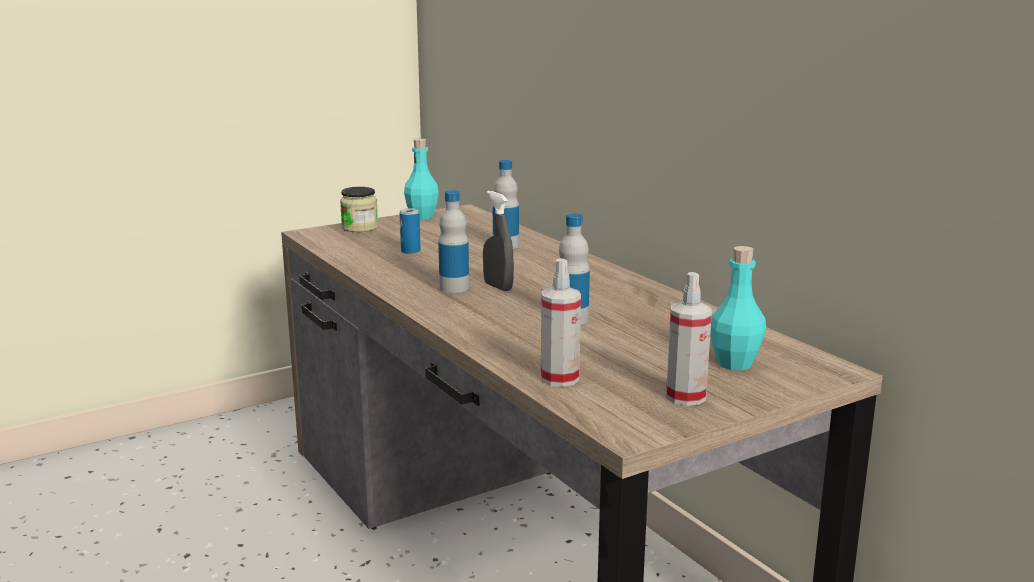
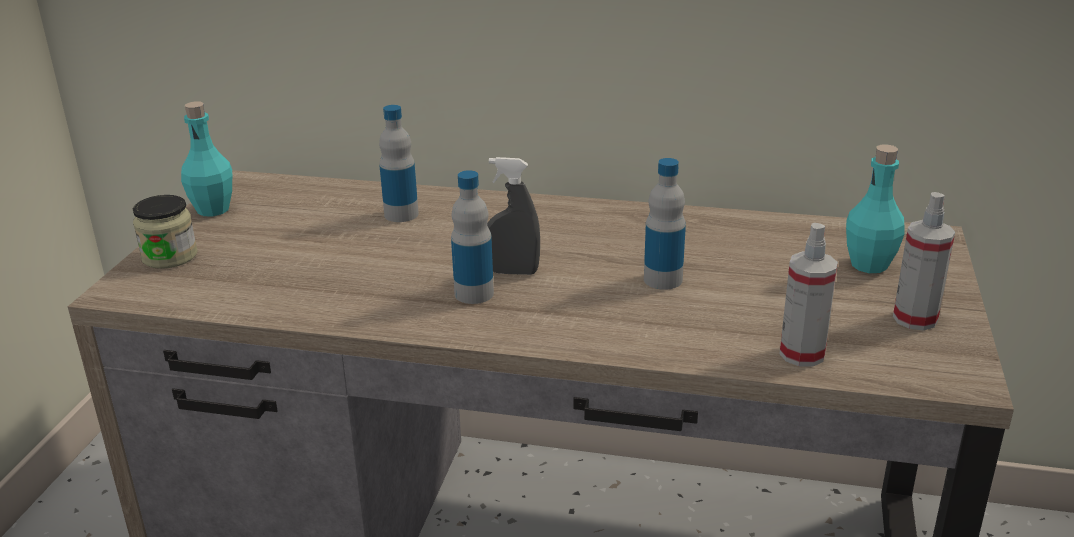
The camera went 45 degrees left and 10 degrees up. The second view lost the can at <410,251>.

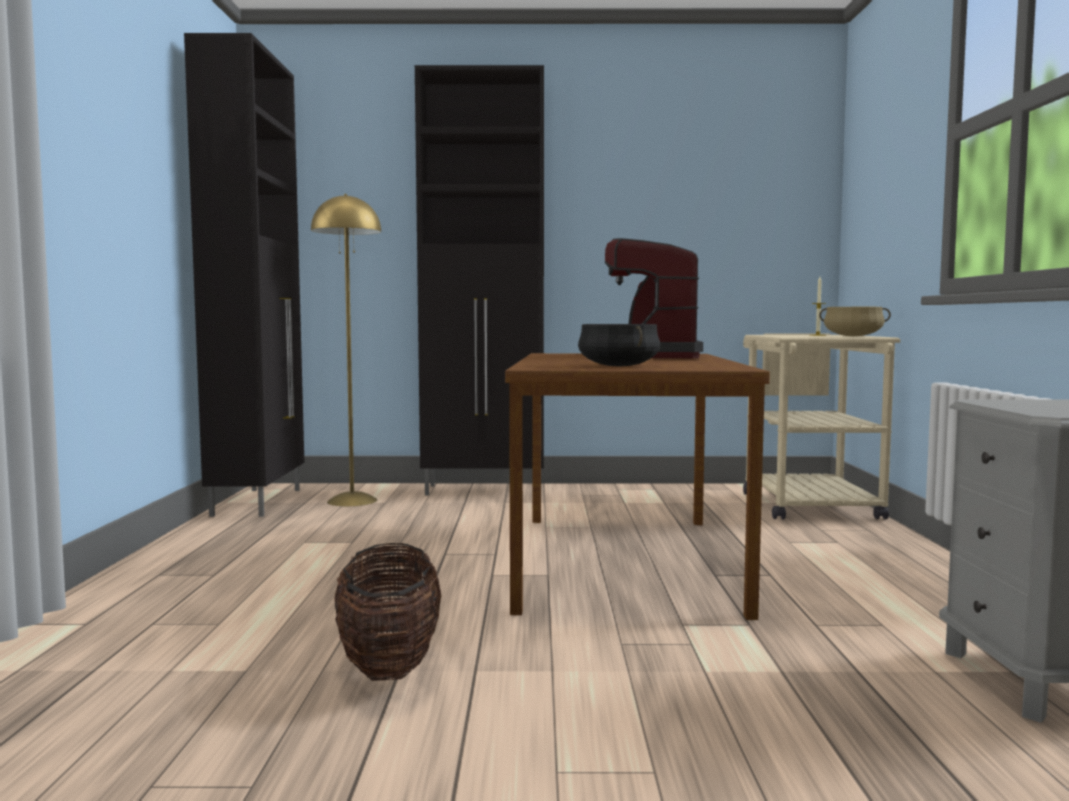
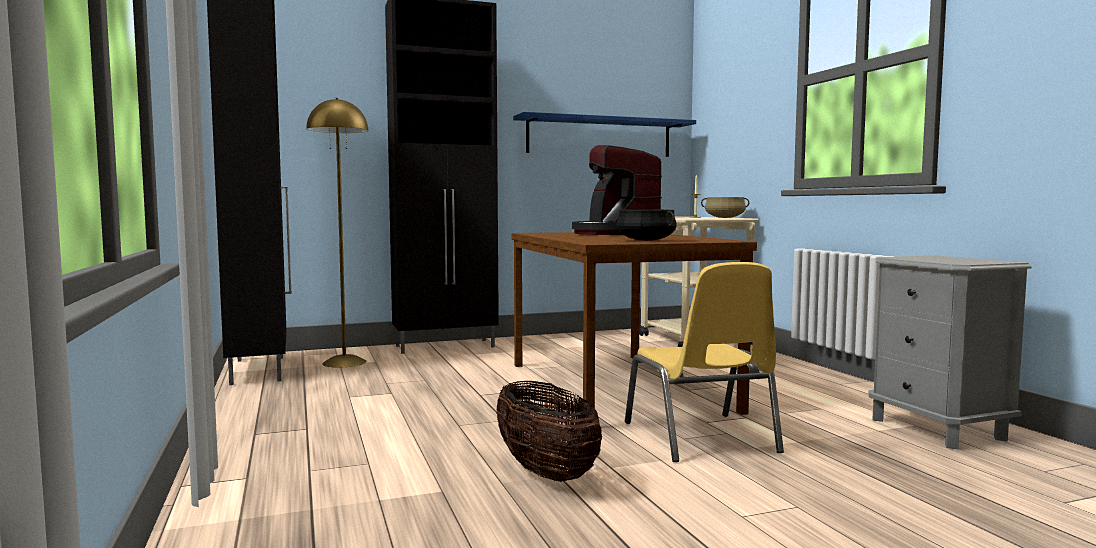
The camera went 20 degrees left and 0 degrees up. The second view gained the blue shelf at <599,137>. The second view gained the yellow chair at <701,438>.

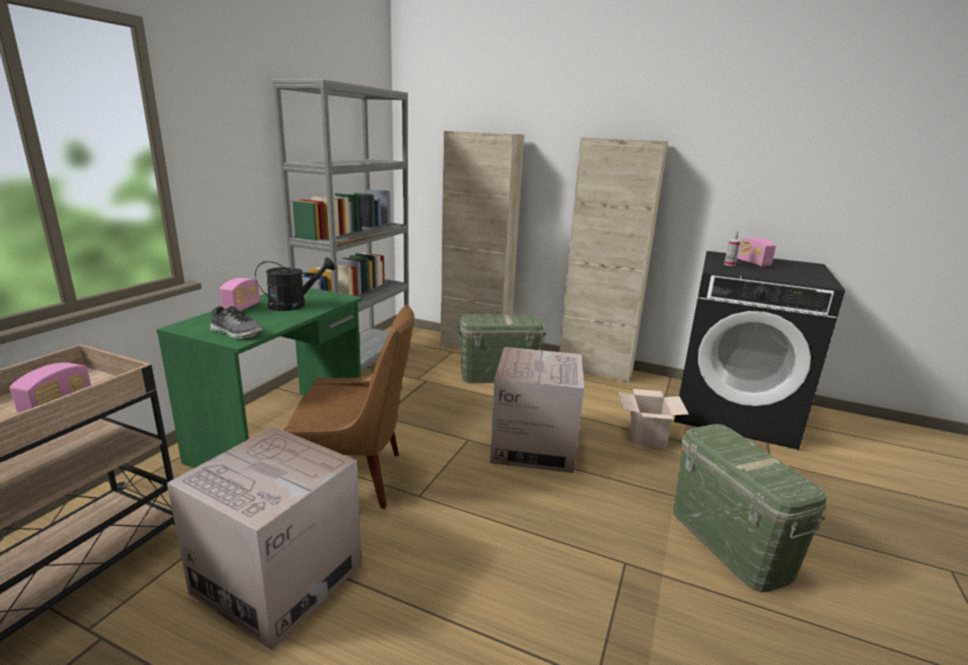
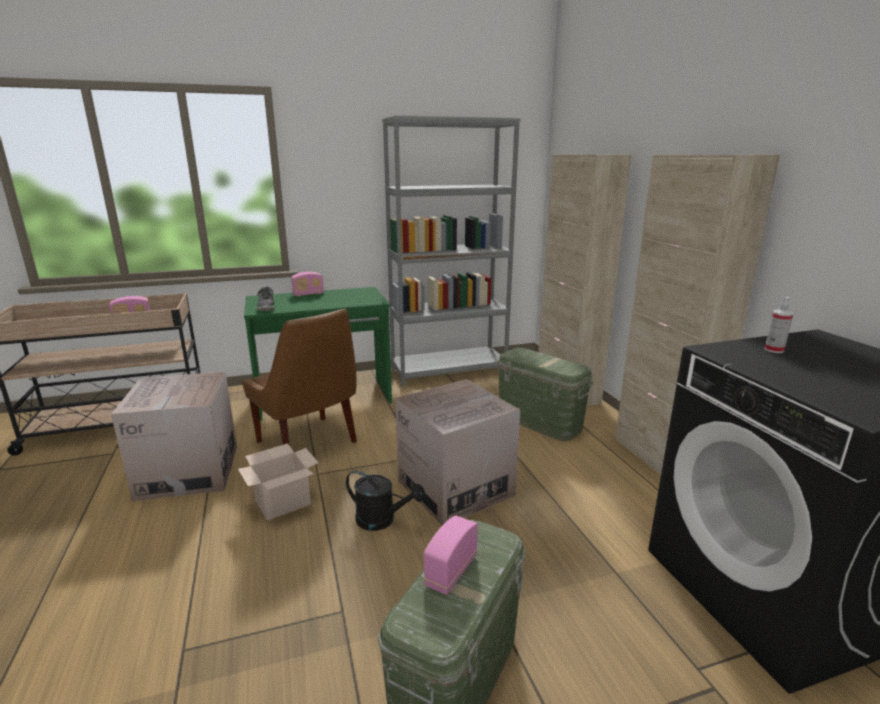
The camera went 50 degrees right and 0 degrees up. The radio ended up elsewhere, having gone from <753,263> to <451,571>. The black watering can ended up elsewhere, having gone from <294,305> to <382,520>. The cardboard box ended up elsewhere, having gone from <646,435> to <284,502>.

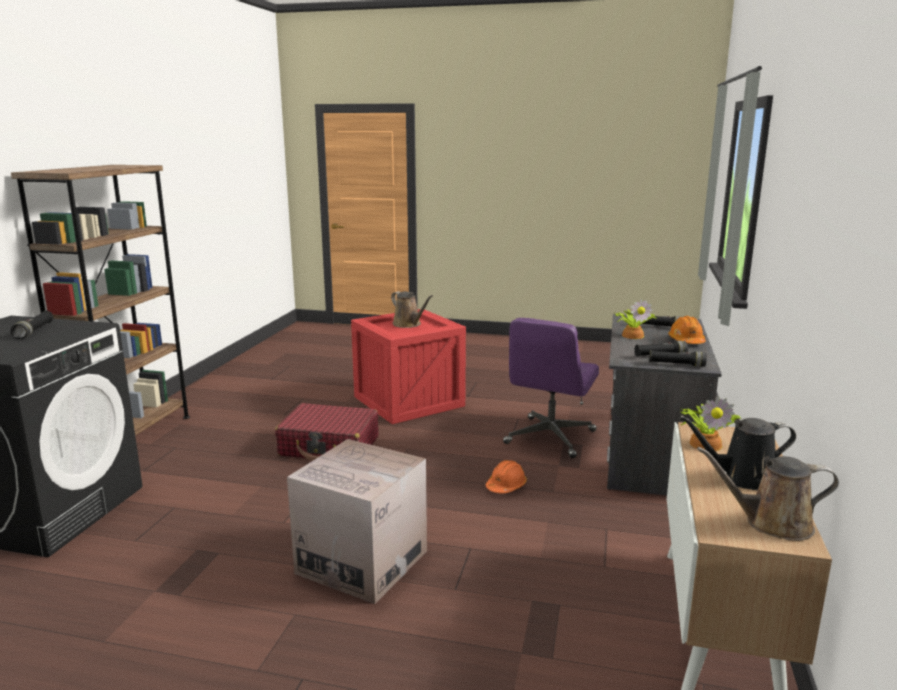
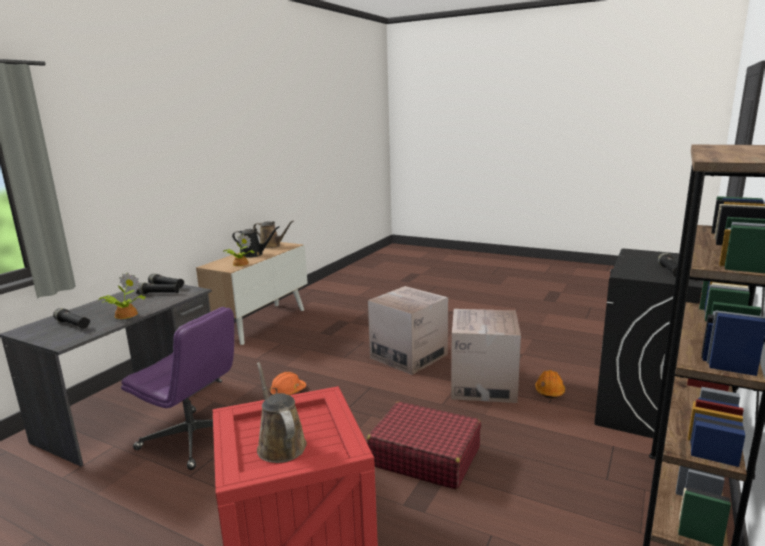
The camera went 165 degrees left and 0 degrees up. The orange hard hat ended up elsewhere, having gone from <686,341> to <549,390>. The purple office chair at <550,438> ended up facing another way, 75 degrees clockwise from before. The second view gained the cardboard box at <483,384>.

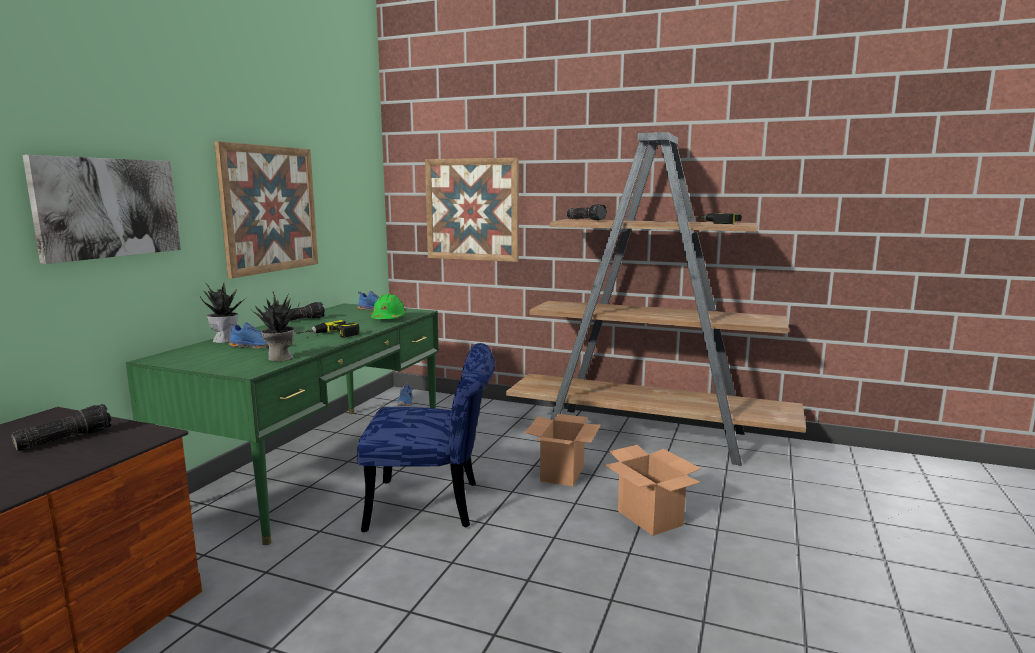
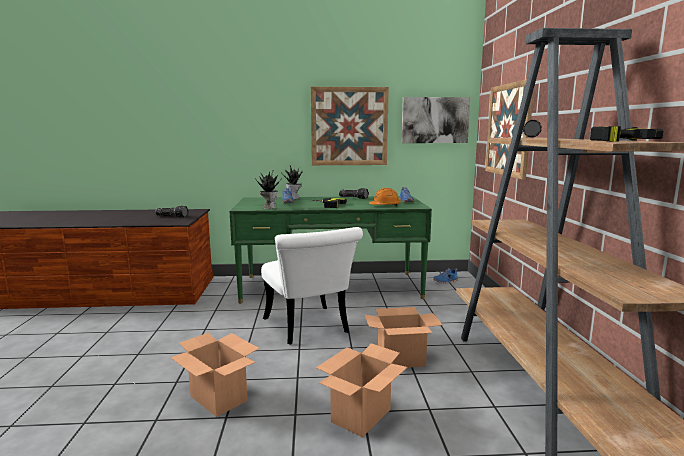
The camera went 65 degrees right and 0 degrees up. The picture ended up elsewhere, having gone from <108,207> to <435,120>. What was the green hard hat at <388,319> turned into the orange hard hat at <385,206>. What was the blue chair at <435,505> turned into the white chair at <309,328>. The second view gained the cardboard box at <219,398>.

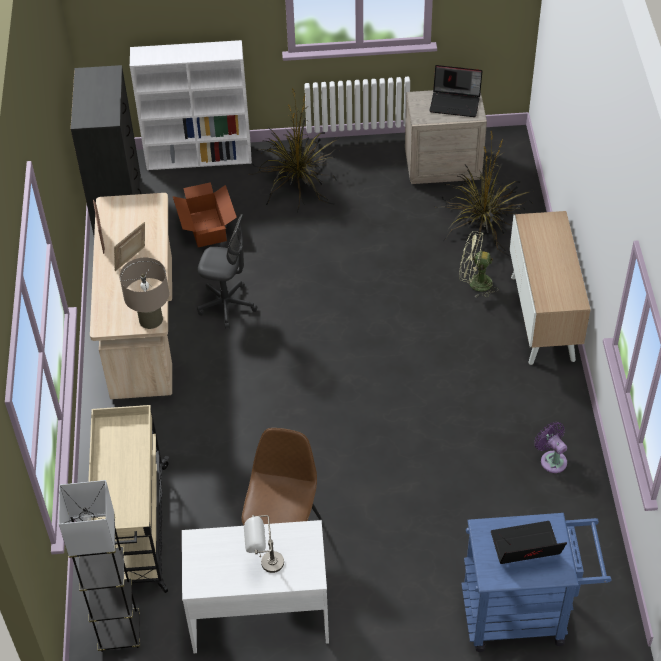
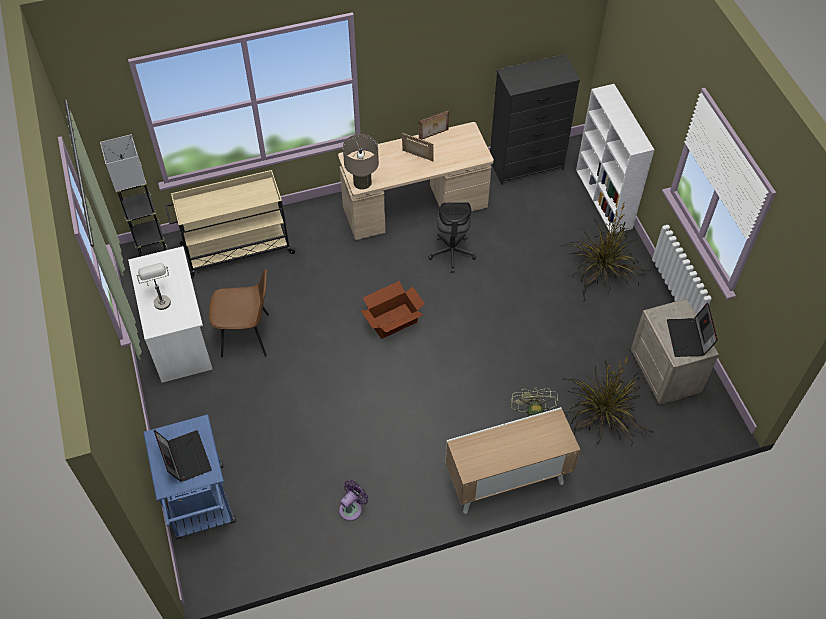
The camera went 75 degrees right and 5 degrees up. The cardboard box ended up elsewhere, having gone from <207,227> to <393,321>.

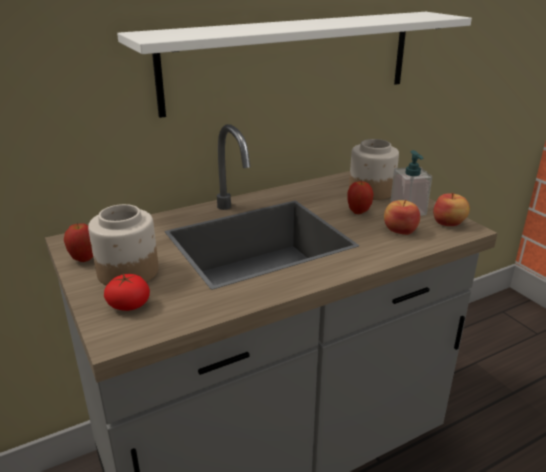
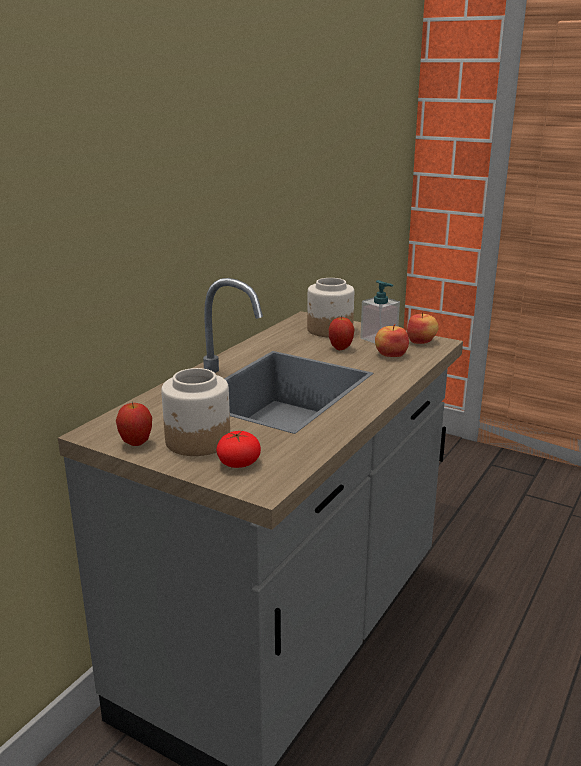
The camera went 30 degrees left and 5 degrees down. The second view lost the white shelf at <292,60>.

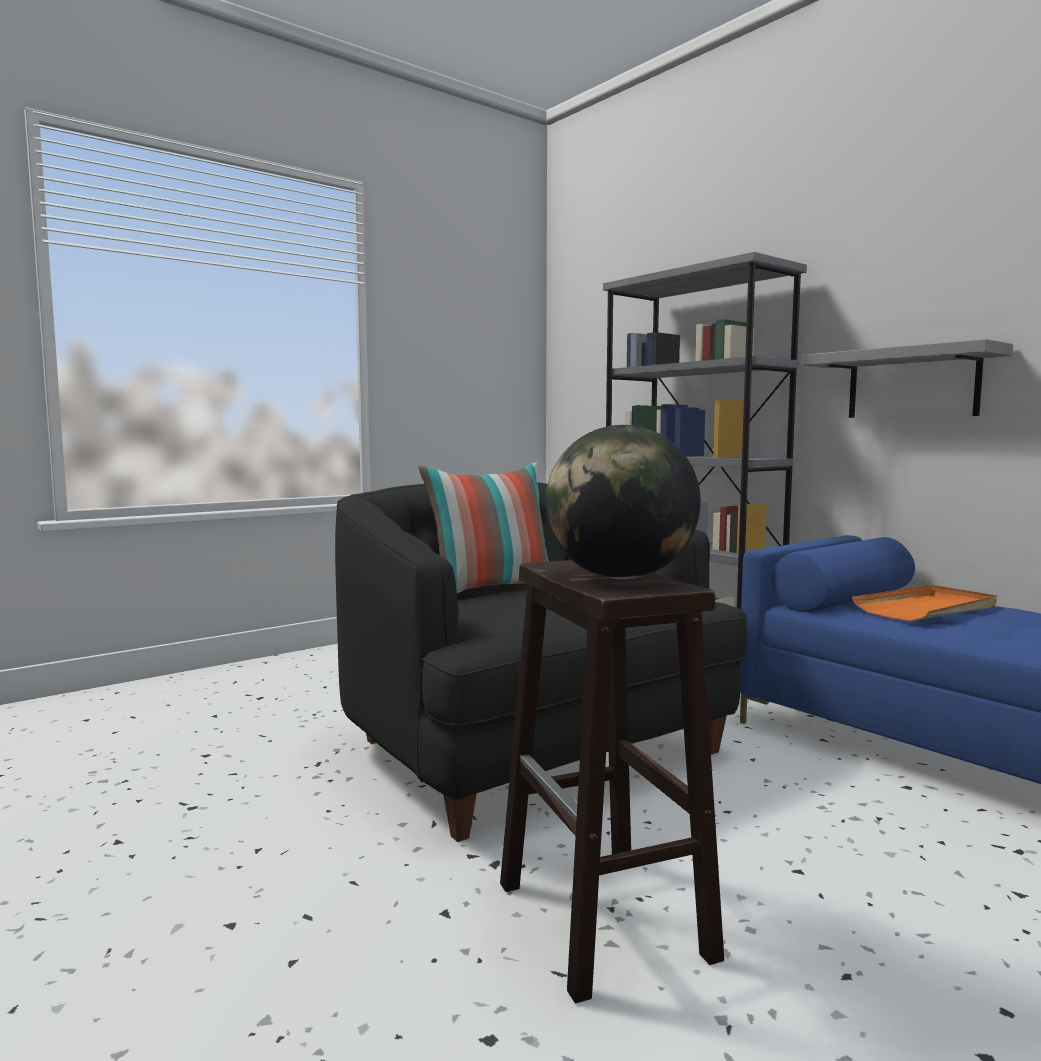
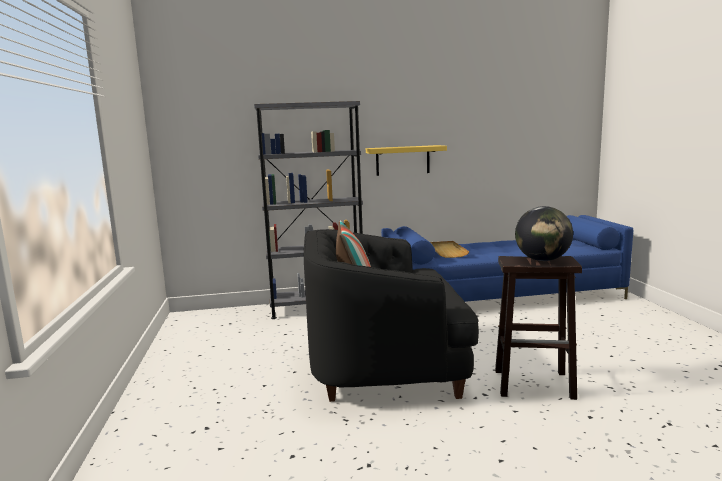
The camera went 60 degrees left and 5 degrees up. What was the grey shelf at <912,384> turned into the yellow shelf at <402,160>. What was the orange tray at <927,608> turned into the beige tray at <447,251>.

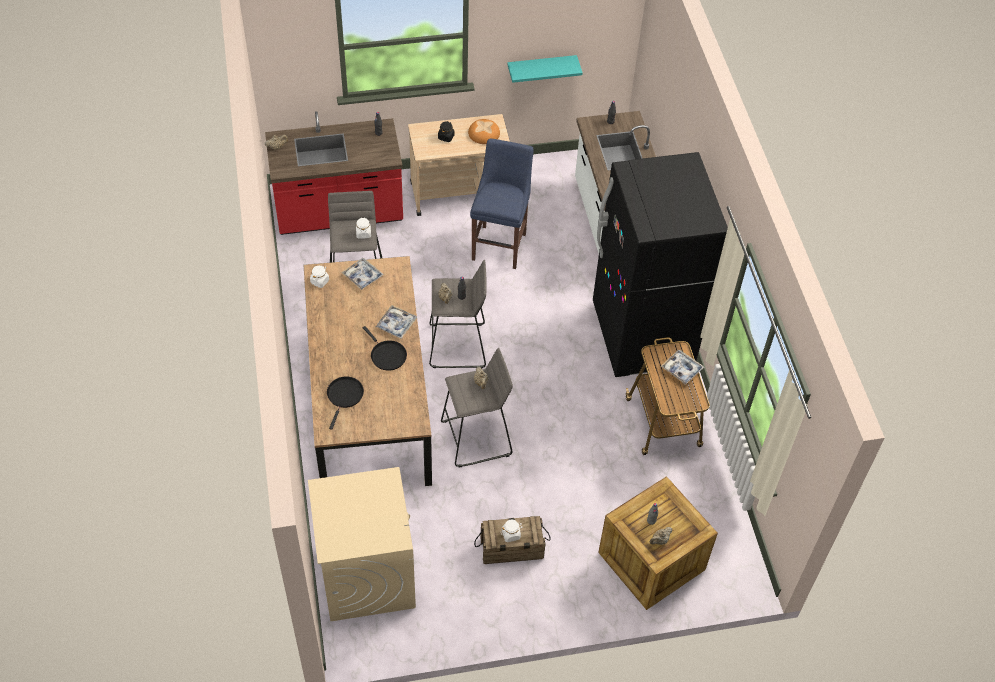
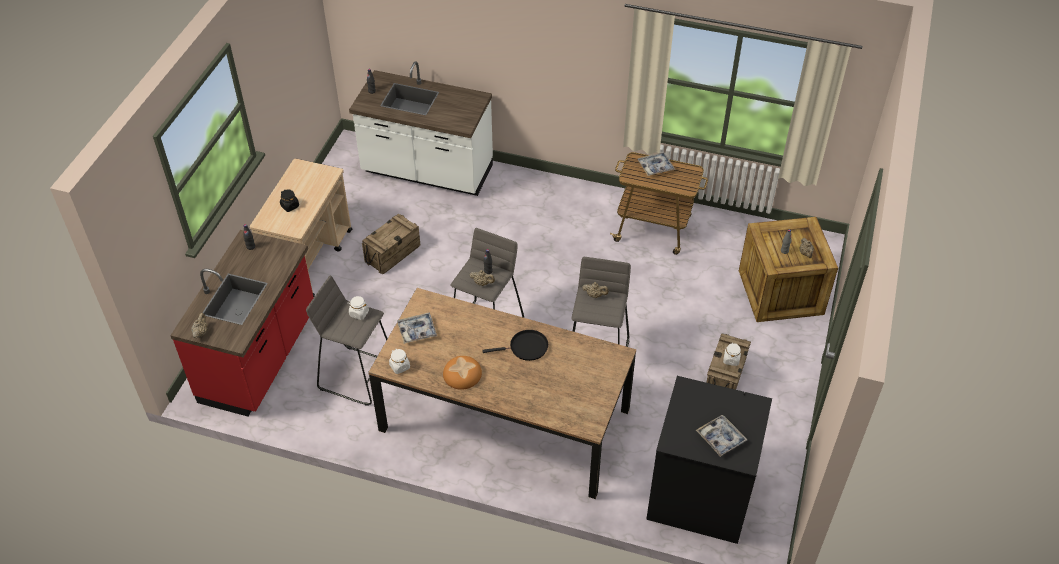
The camera went 60 degrees left and 5 degrees down. The second view lost the turquoise shelf at <541,68>. The bread ended up elsewhere, having gone from <484,133> to <462,374>. Where the blue stool stood at <500,244>, the crate came to stand at <392,254>. The second view lost the black fridge at <642,336>. The tray ended up elsewhere, having gone from <396,324> to <720,438>. The second view lost the black frying pan at <344,396>. What was the beige washing machine at <366,573> turned into the black washing machine at <699,495>.

